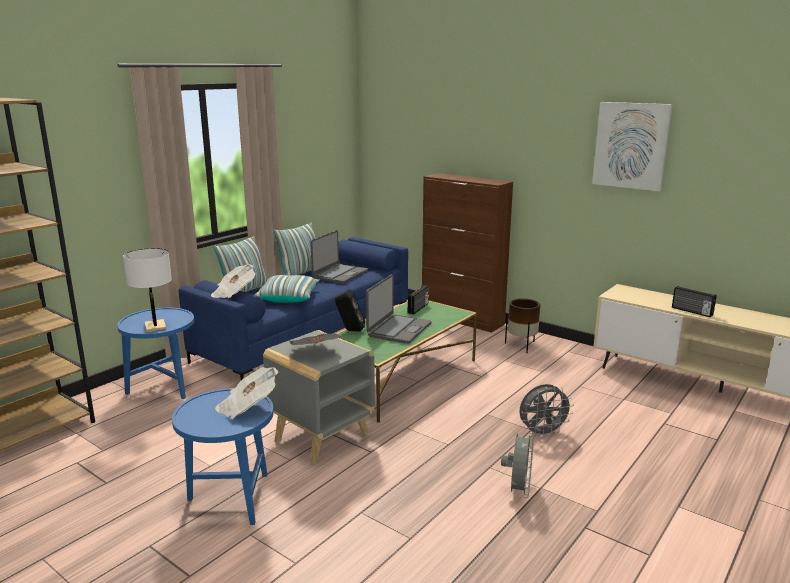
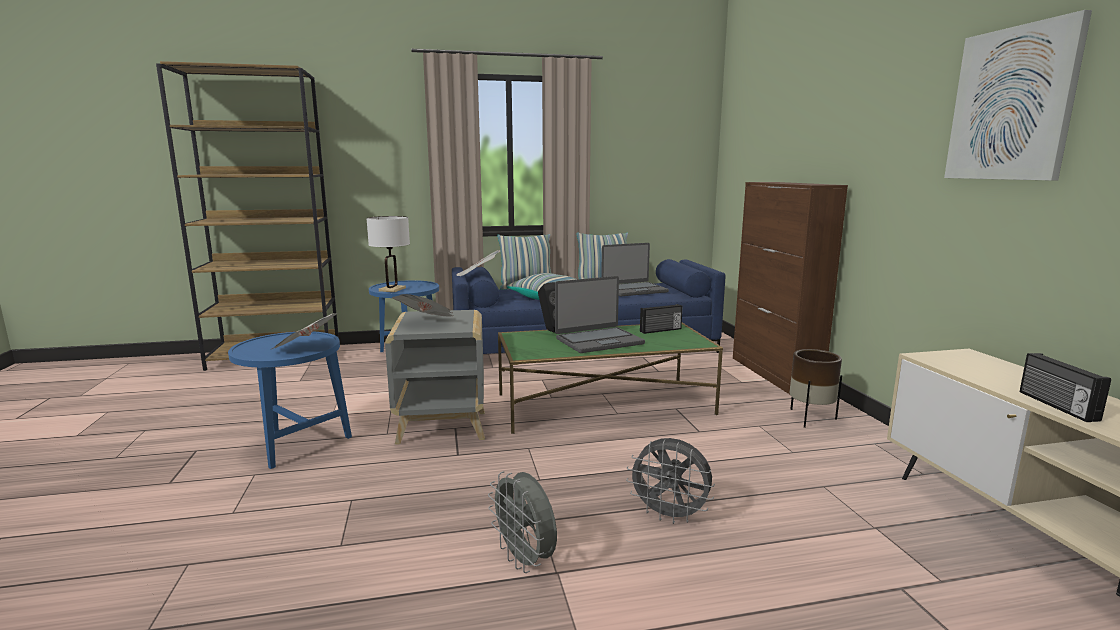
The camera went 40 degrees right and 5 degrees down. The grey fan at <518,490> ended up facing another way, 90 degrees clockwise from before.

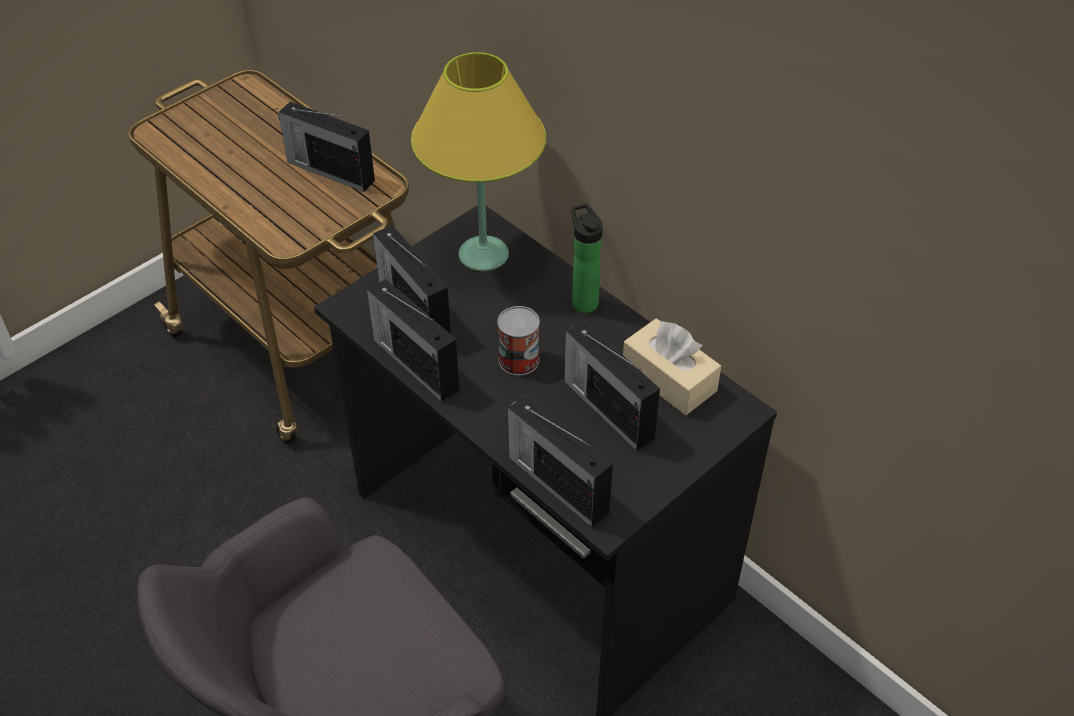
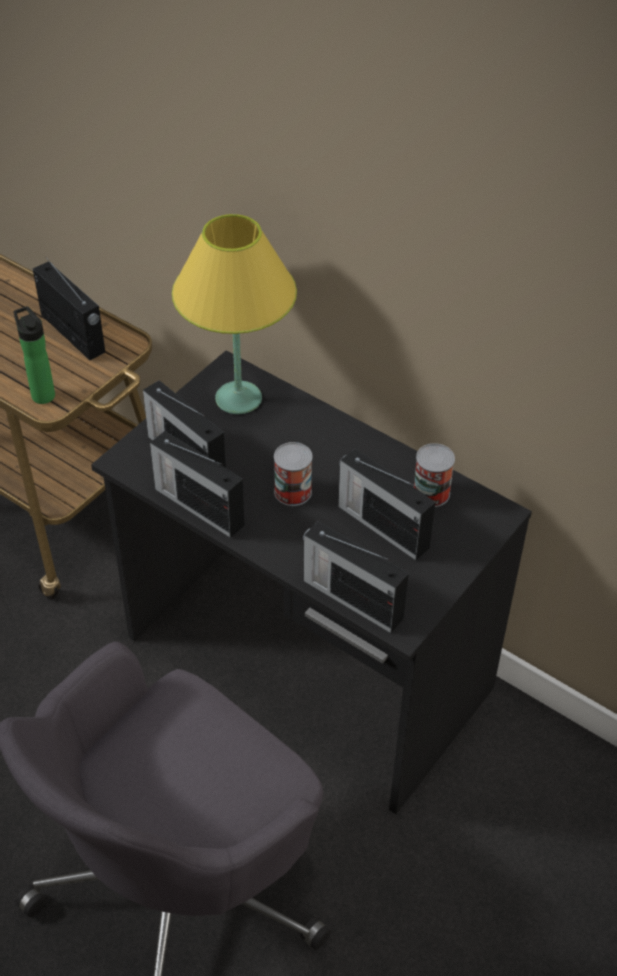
The camera went 10 degrees left and 0 degrees up. The radio at <329,170> ended up facing another way, 150 degrees counterclockwise from before. The bottle ended up elsewhere, having gone from <583,301> to <41,393>. Where the beige tissue box stood at <669,379>, the can came to stand at <431,493>.

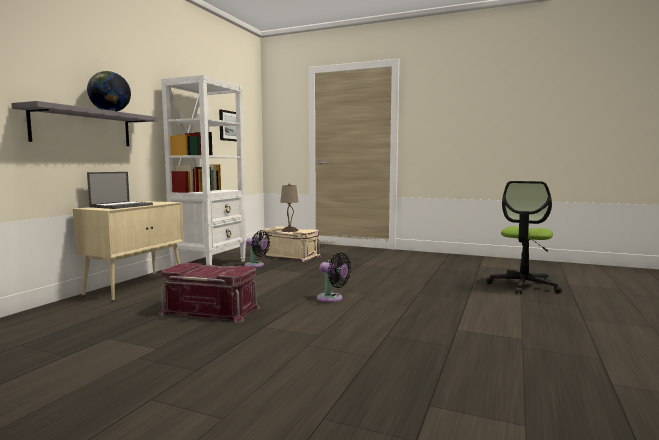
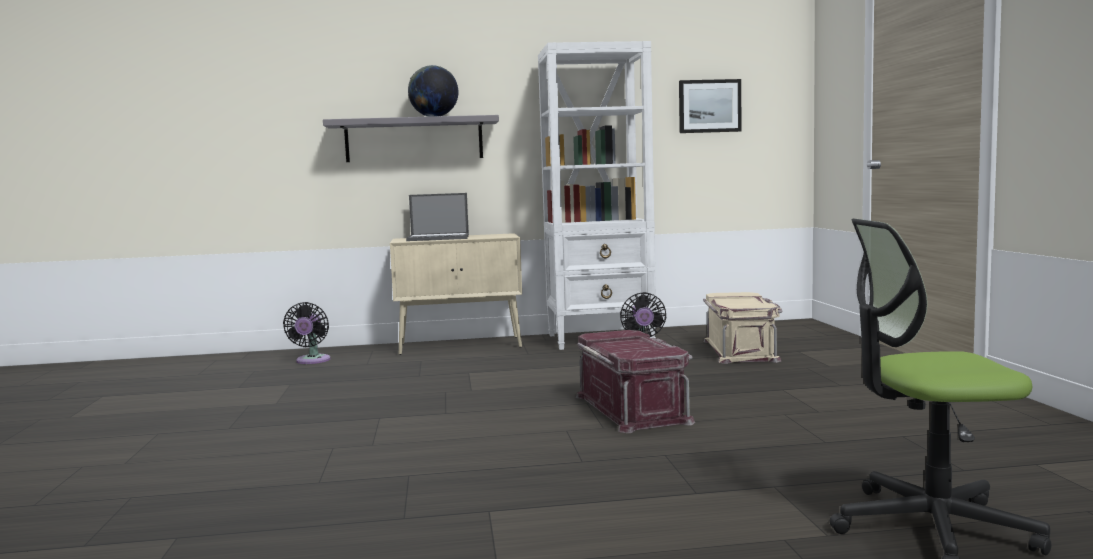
The camera went 60 degrees right and 0 degrees up. The second view lost the beige table lamp at <290,230>. The black fan ended up elsewhere, having gone from <332,299> to <312,361>. The red storage box ended up elsewhere, having gone from <211,310> to <633,409>.

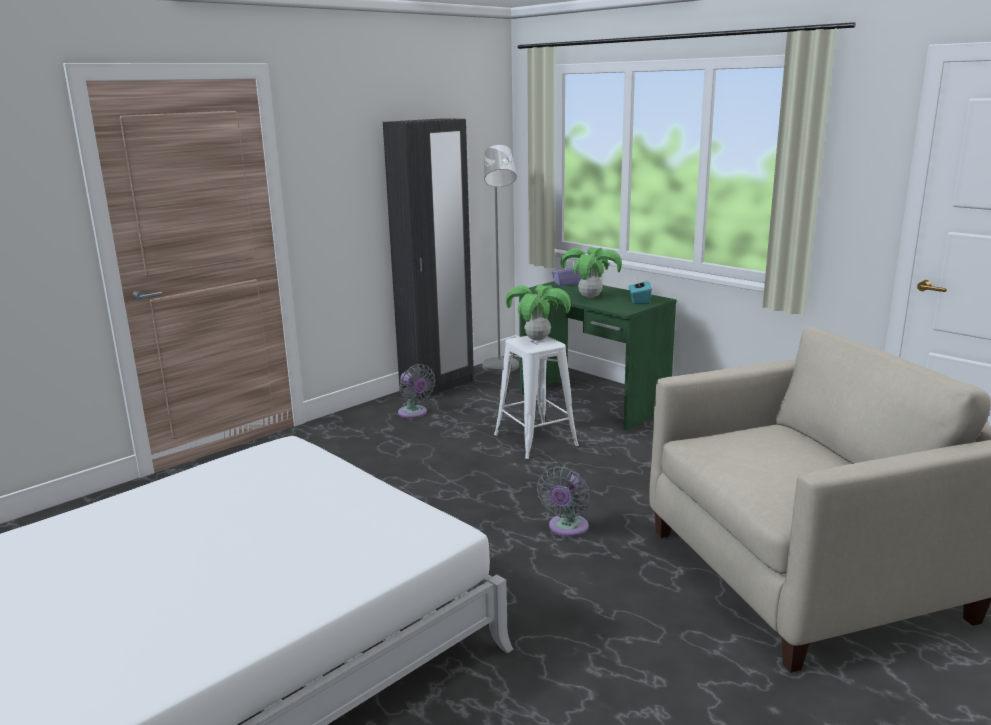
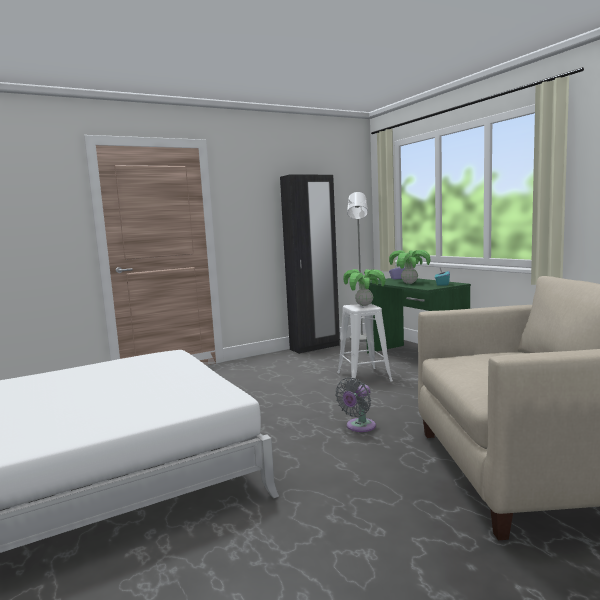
The camera went 15 degrees right and 10 degrees down. The second view lost the grey fan at <414,413>.

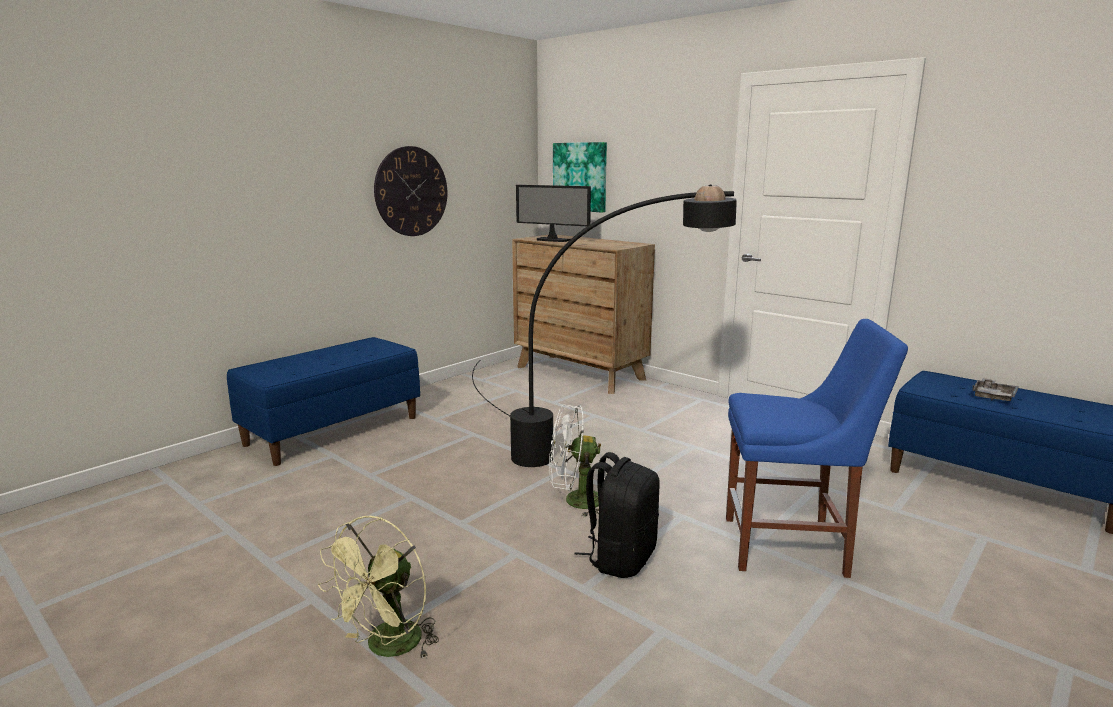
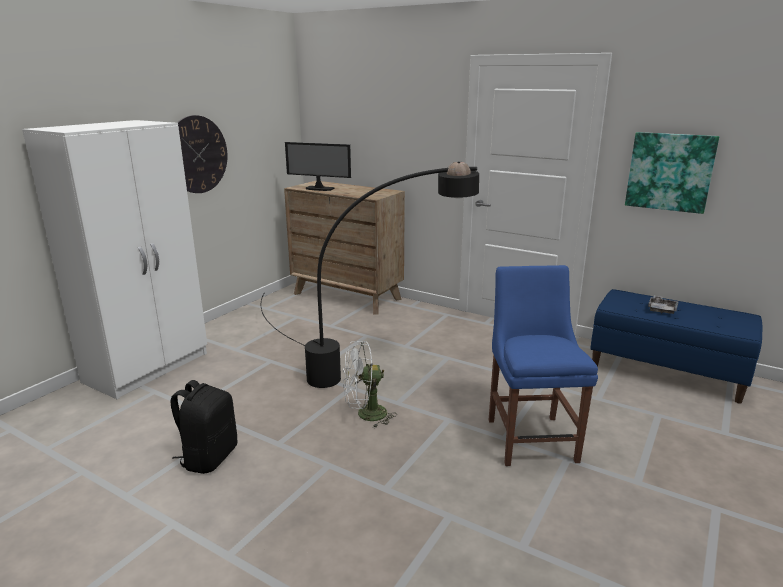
The camera went 10 degrees left and 5 degrees up. The picture ended up elsewhere, having gone from <580,177> to <670,172>. The blue chair at <791,547> ended up facing another way, 90 degrees counterclockwise from before. Where the blue bench stood at <333,430>, the white wardrobe came to stand at <149,367>. The black backpack ended up elsewhere, having gone from <620,558> to <209,457>. The second view lost the green fan at <387,648>.

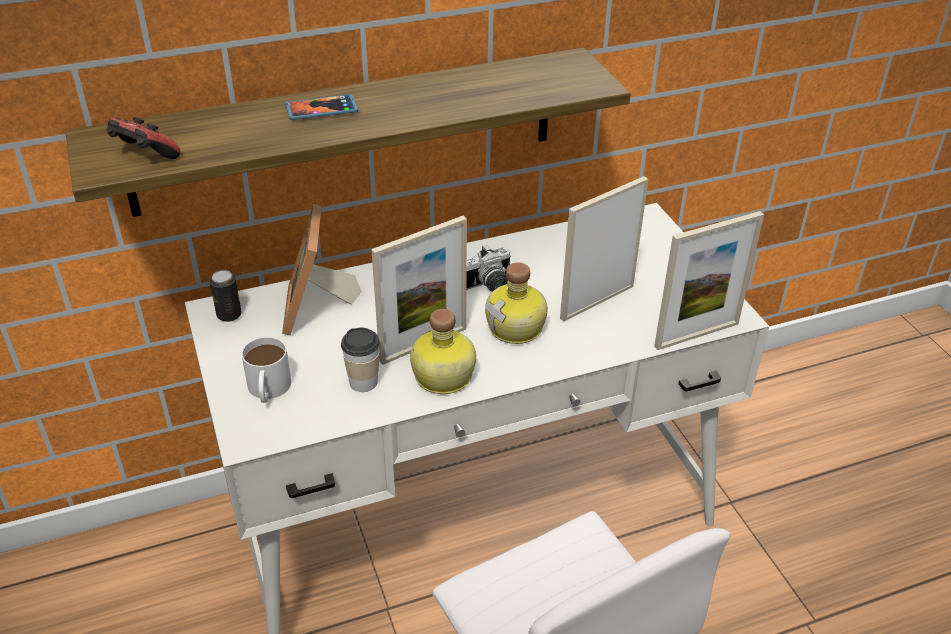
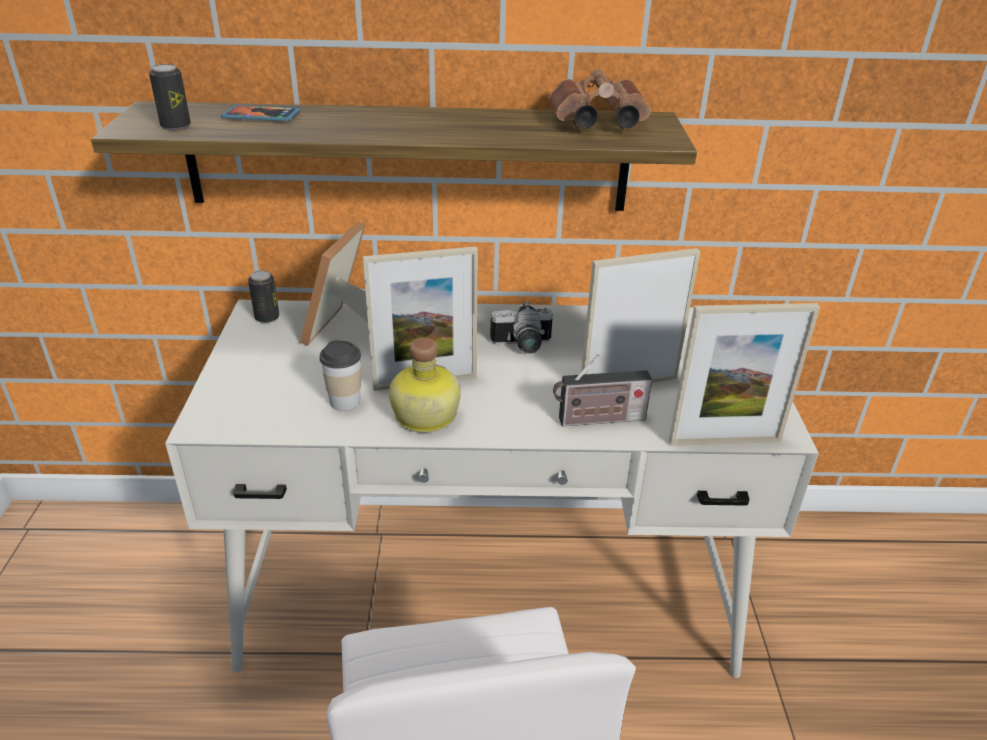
The camera went 20 degrees right and 5 degrees down. The phone ended up elsewhere, having gone from <321,110> to <261,116>. Where the game controller stood at <144,156>, the can came to stand at <176,126>. The second view lost the bottle at <517,328>. The second view lost the white mug at <268,390>. The second view gained the brown binoculars at <595,124>. The second view gained the radio at <597,420>.

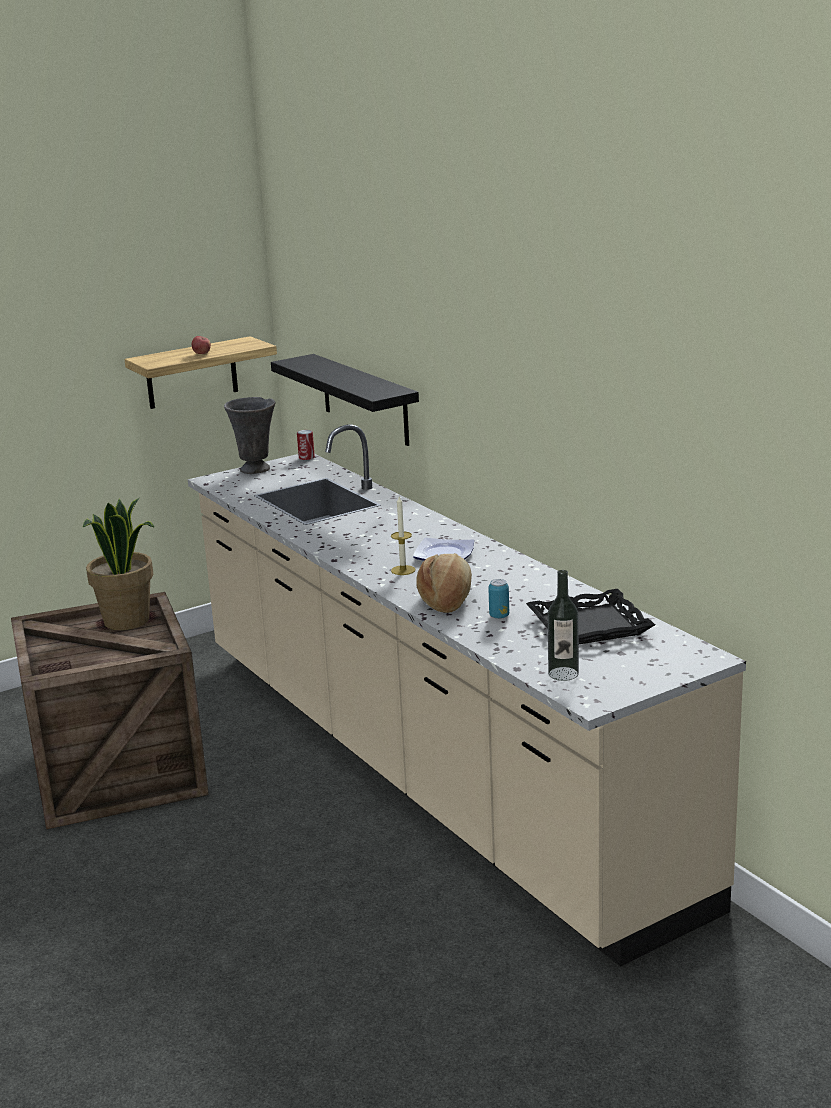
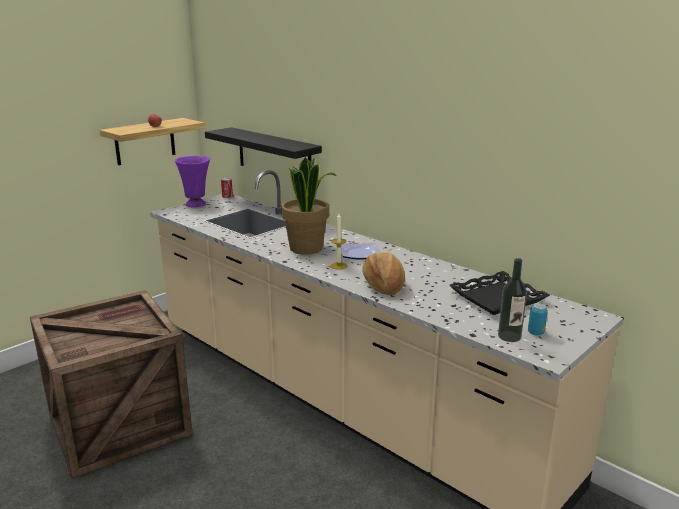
The camera went 15 degrees left and 0 degrees up. What was the grey vase at <256,470> turned into the purple vase at <196,204>. The potted plant ended up elsewhere, having gone from <127,621> to <307,248>. The can ended up elsewhere, having gone from <499,616> to <535,333>.

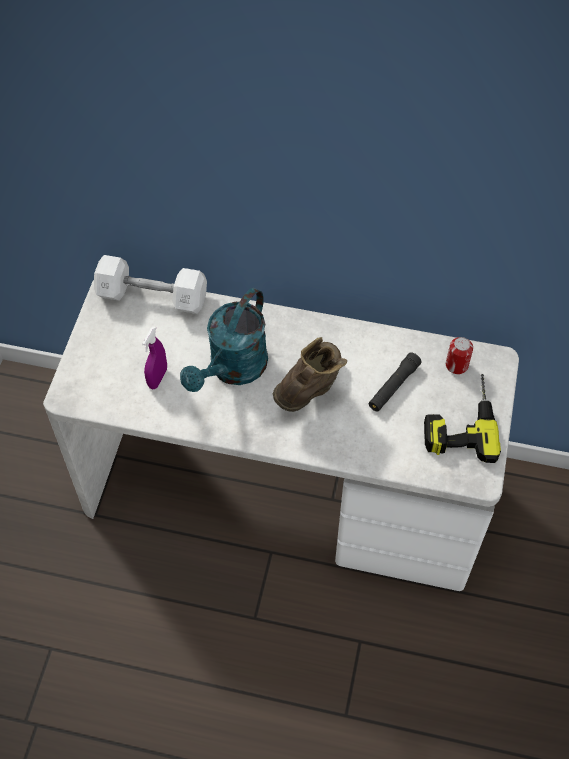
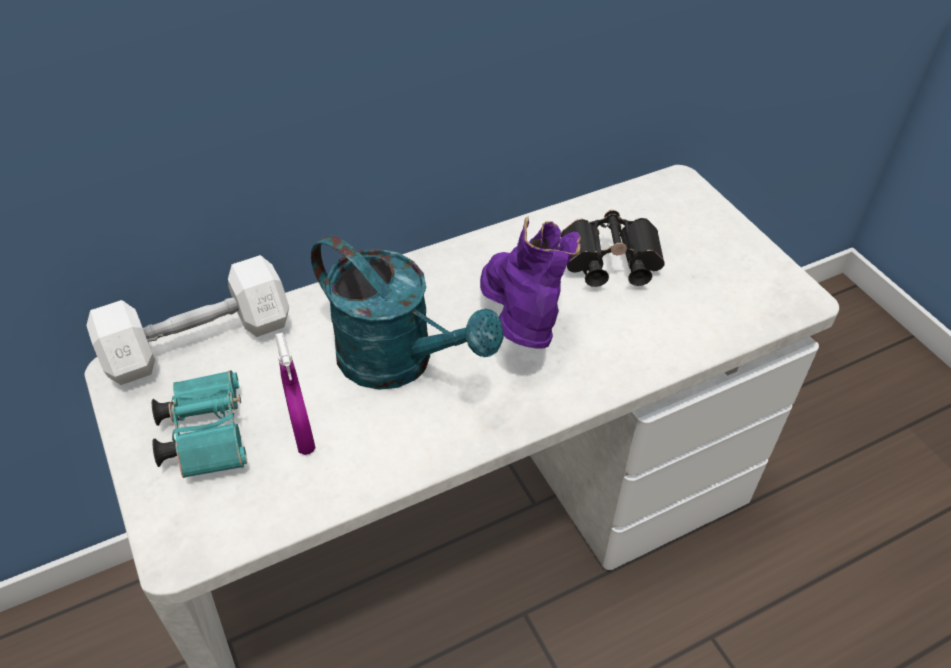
The camera went 40 degrees left and 10 degrees down. The turquoise watering can at <233,370> ended up facing another way, 45 degrees counterclockwise from before. What was the brown boot at <311,390> turned into the purple boot at <521,325>. The second view lost the can at <456,365>. Where the black flashlight stood at <393,386>, the black binoculars came to stand at <607,265>. The second view lost the power drill at <459,420>. The second view gained the turquoise binoculars at <207,433>.

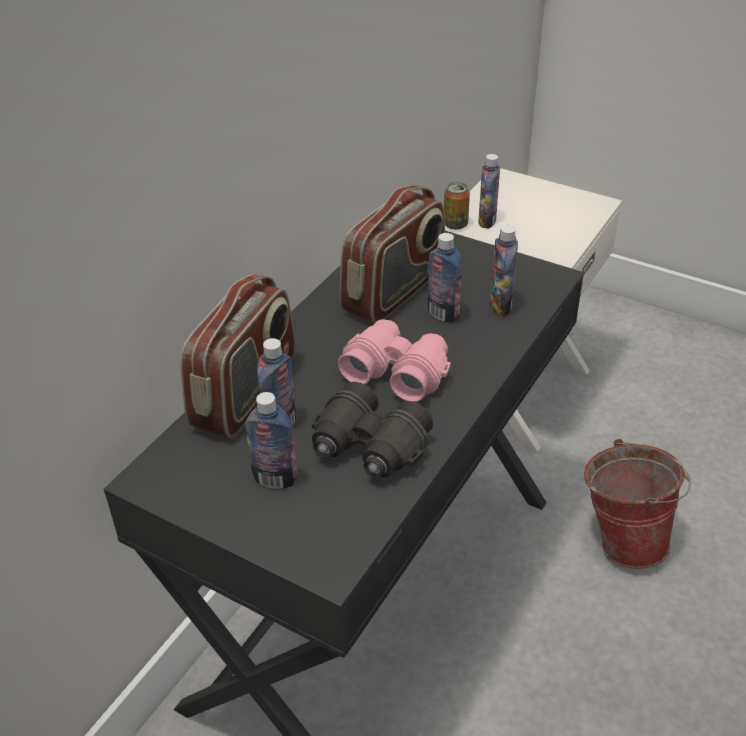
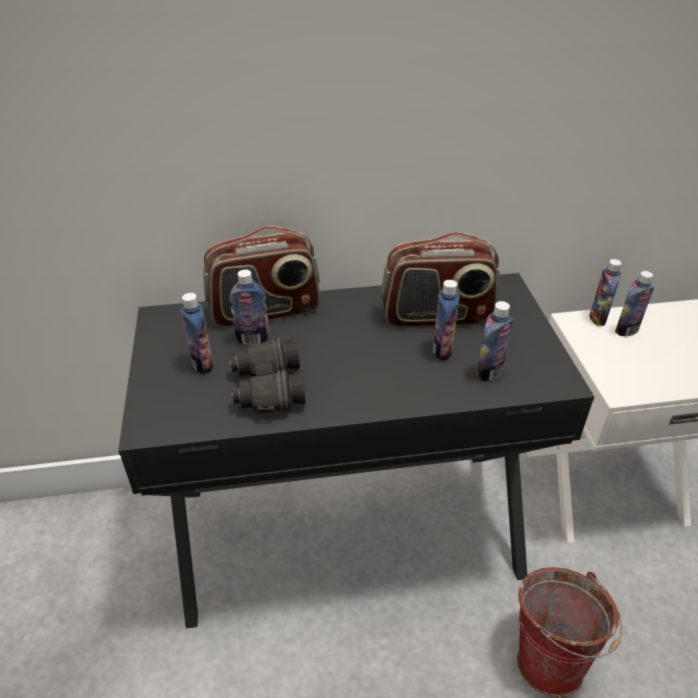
The camera went 50 degrees right and 0 degrees up. Where the can stood at <455,225>, the bottle came to stand at <597,318>. The second view lost the pink binoculars at <396,371>.

